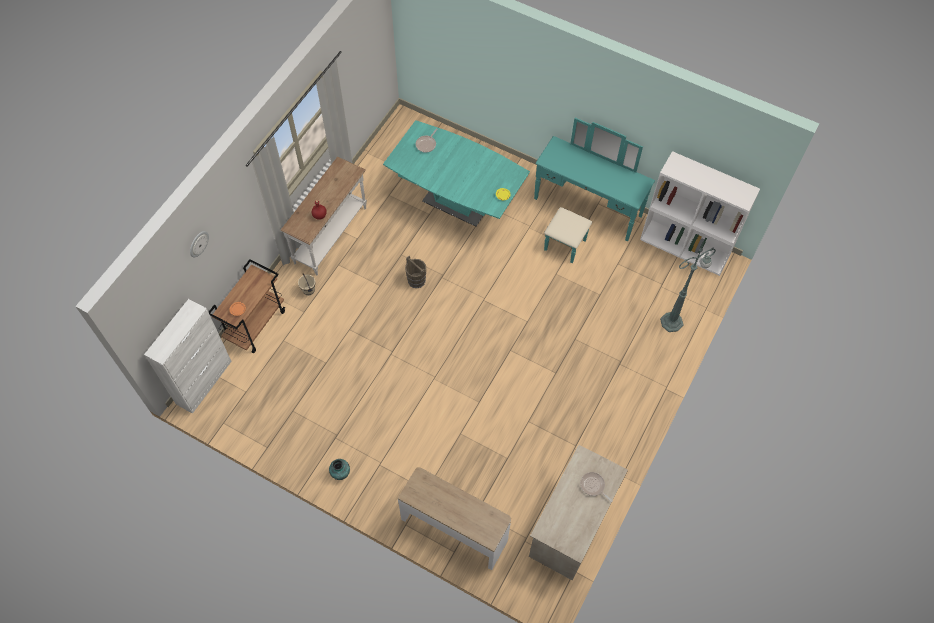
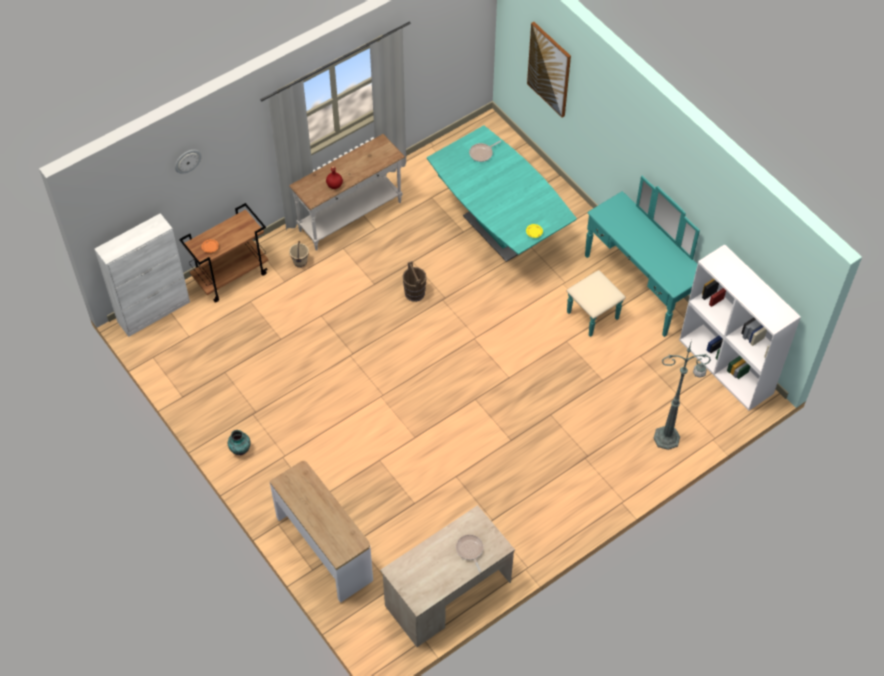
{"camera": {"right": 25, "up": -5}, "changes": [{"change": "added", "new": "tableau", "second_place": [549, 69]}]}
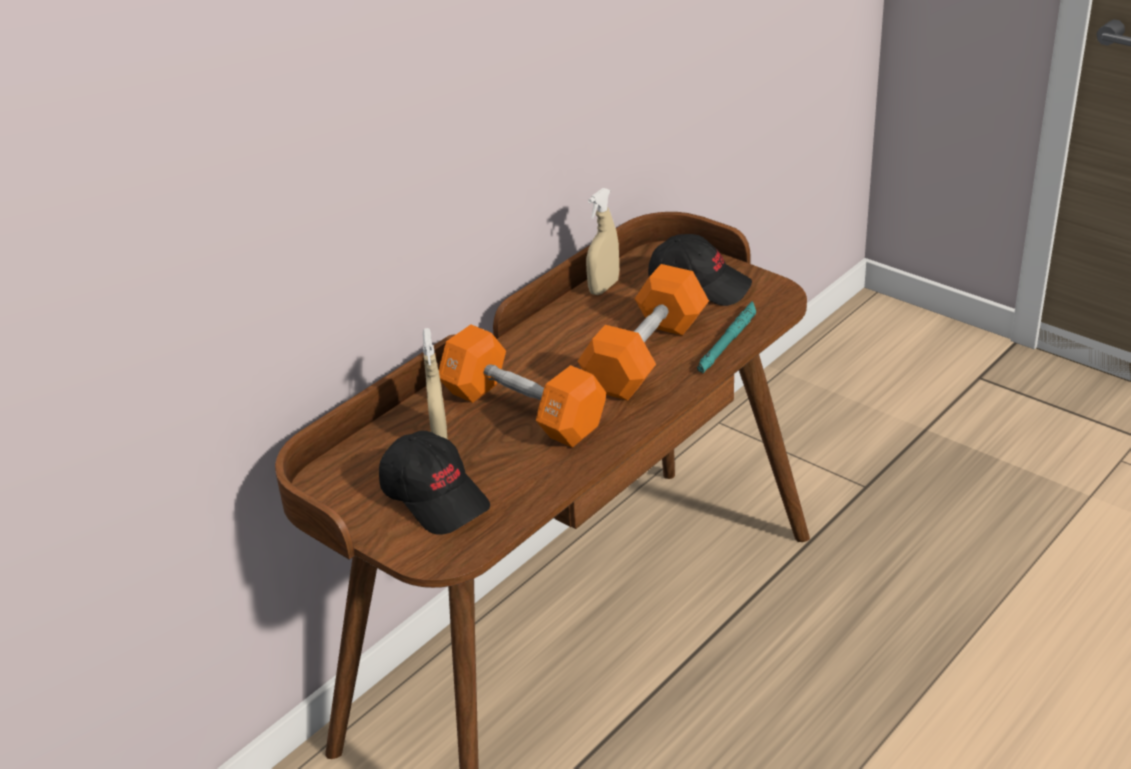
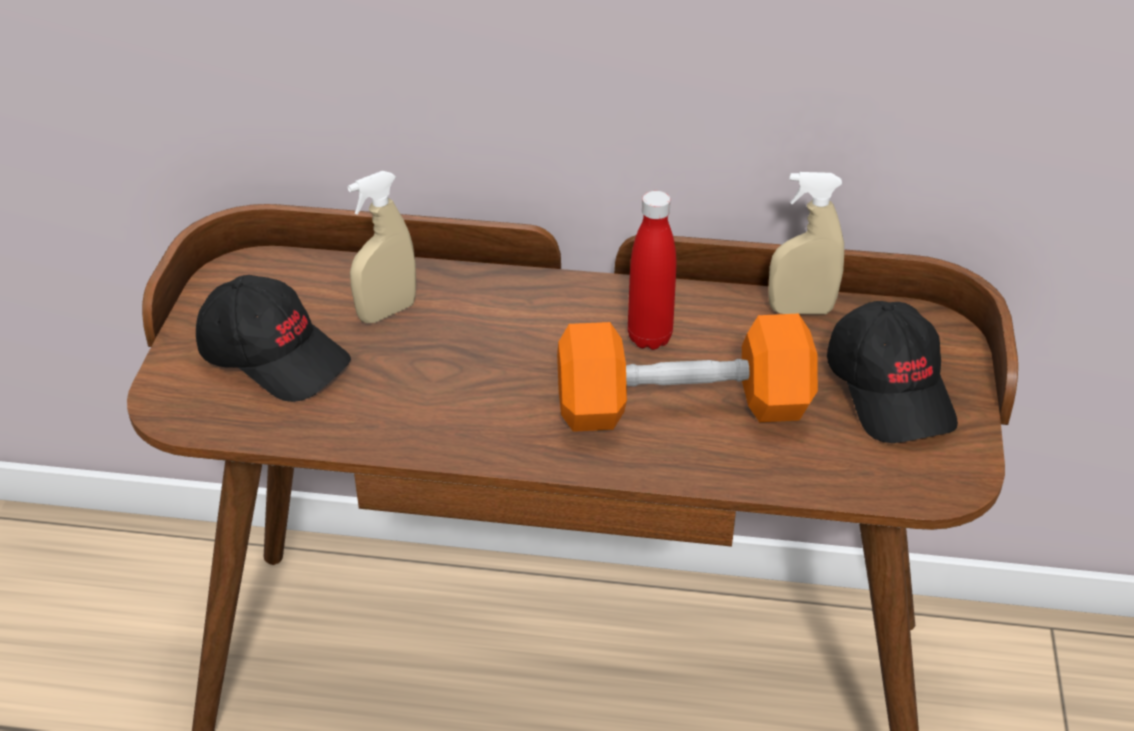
{"camera": {"right": 55, "up": 5}, "changes": [{"change": "turned", "old": "casquette (noir)", "first_place": [435, 497], "second_place": [275, 357], "degrees": -75}, {"change": "added", "new": "bouteille (rouge)", "second_place": [649, 338]}, {"change": "removed", "old": "haltère (orange)", "first_place": [522, 410]}, {"change": "removed", "old": "lampe de poche (turquoise)", "first_place": [728, 341]}]}
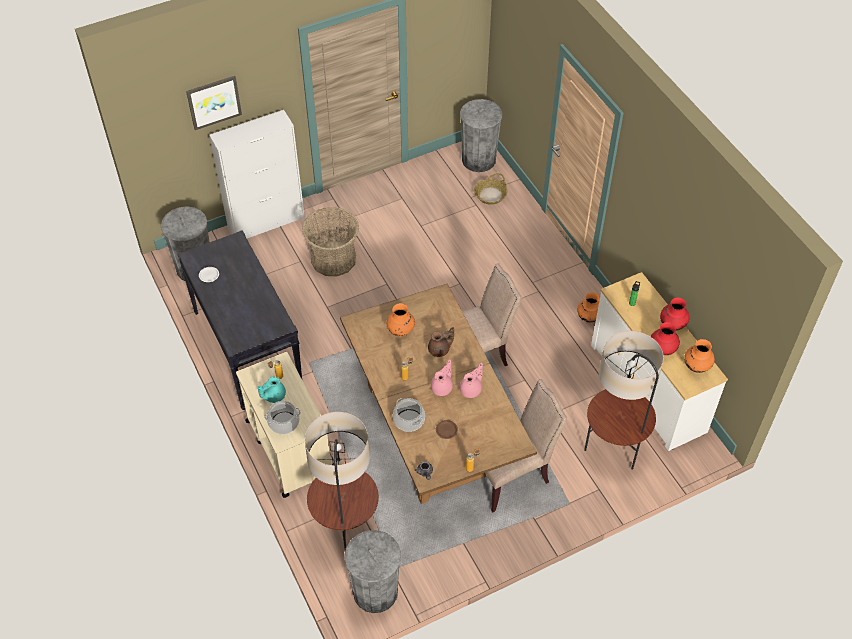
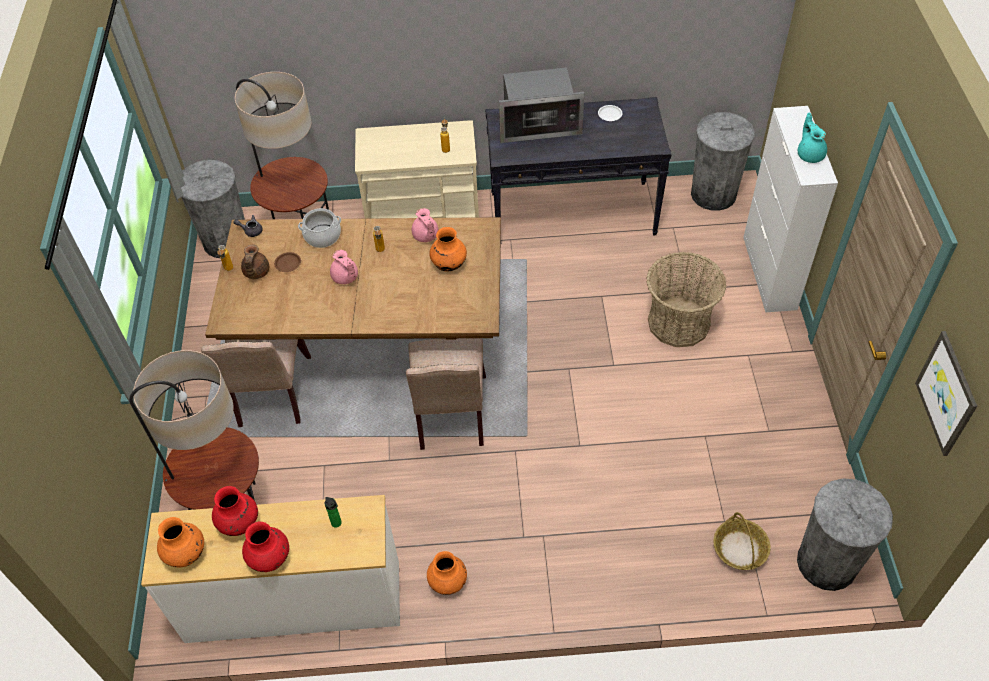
{"camera": {"right": 115, "up": 0}, "changes": [{"change": "moved", "old": "théière (marron)", "first_place": [440, 350], "second_place": [256, 272]}, {"change": "moved", "old": "théière (rose)", "first_place": [471, 389], "second_place": [425, 236]}, {"change": "added", "new": "micro-ondes", "second_place": [538, 124]}, {"change": "moved", "old": "théière (turquoise)", "first_place": [273, 396], "second_place": [810, 154]}, {"change": "moved", "old": "tableau", "first_place": [214, 102], "second_place": [947, 393]}, {"change": "removed", "old": "marmite", "first_place": [284, 423]}]}
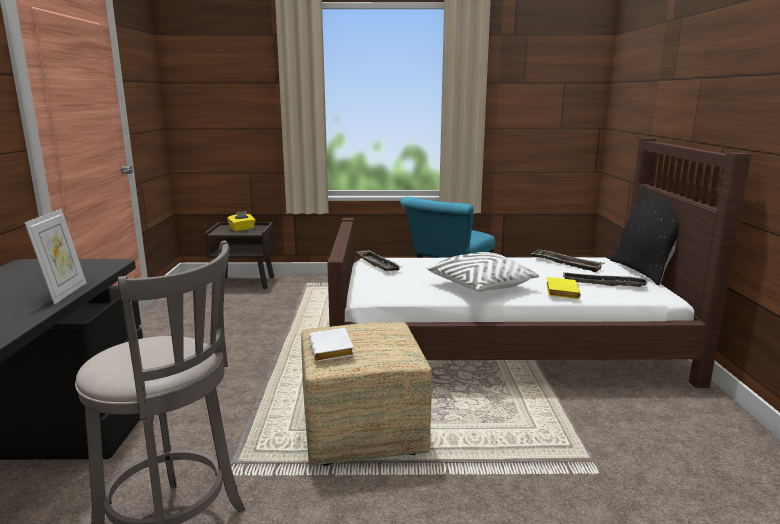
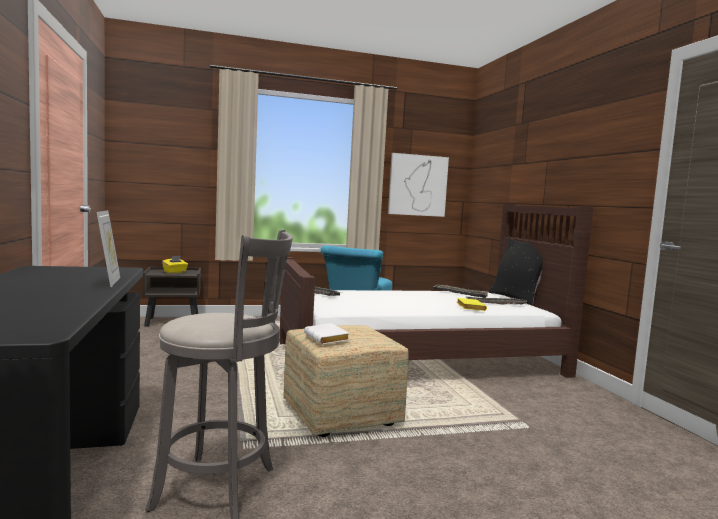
{"camera": {"right": -15, "up": -10}, "changes": [{"change": "added", "new": "tableau", "second_place": [417, 185]}, {"change": "removed", "old": "coussin (blanc)", "first_place": [480, 287]}]}
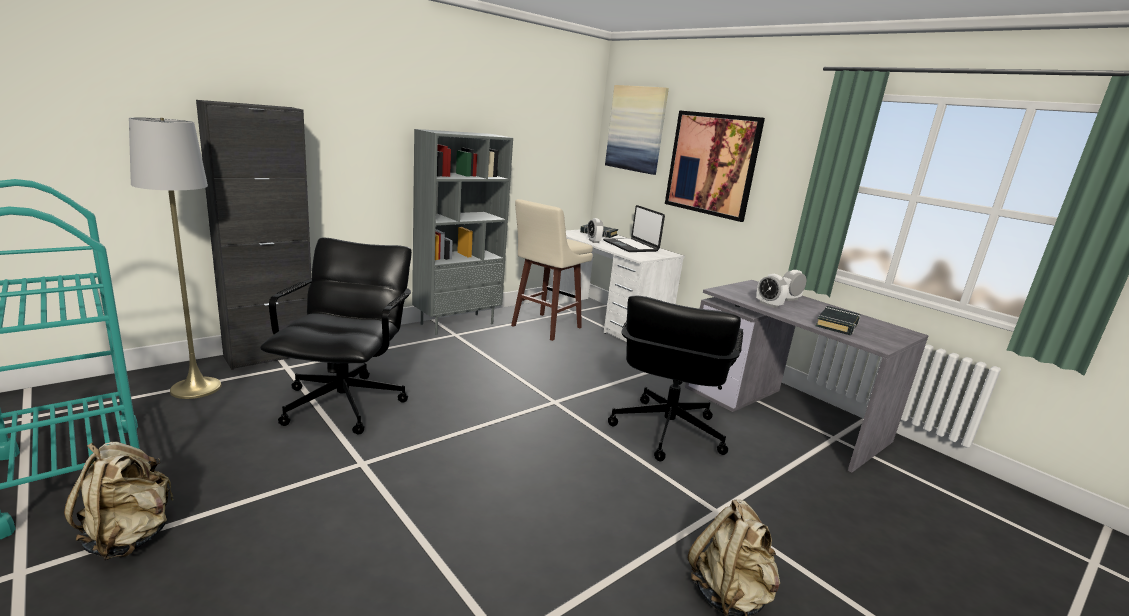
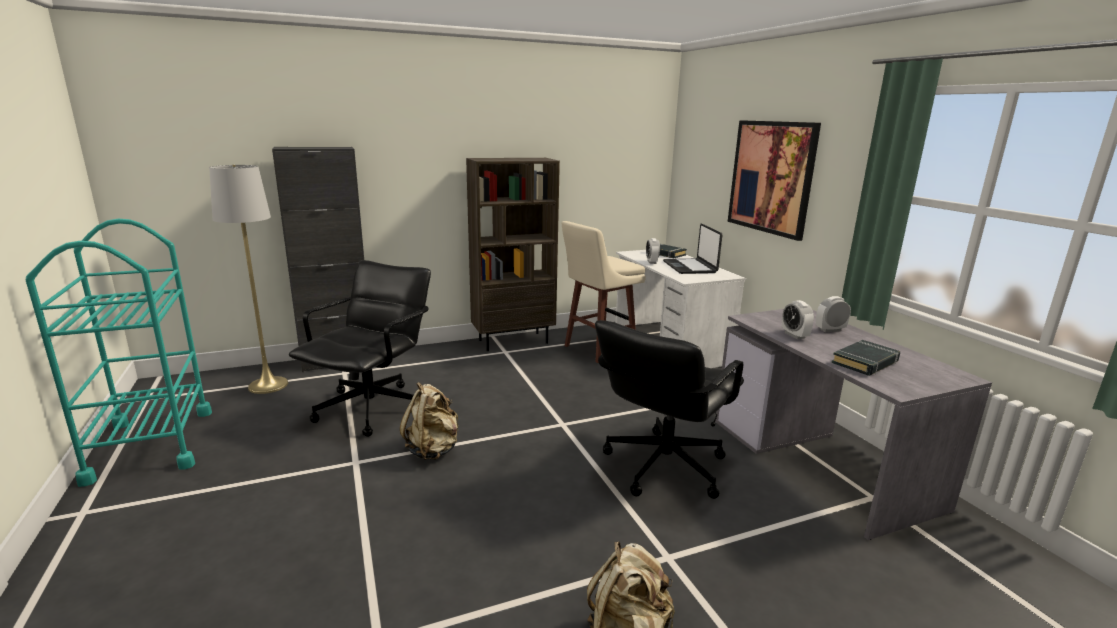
{"camera": {"right": 20, "up": 0}, "changes": [{"change": "moved", "old": "sac à dos (beige)", "first_place": [129, 536], "second_place": [433, 450]}, {"change": "recoloured", "old": "bibliothèque (gris)", "new": "bibliothèque (marron)", "first_place": [457, 323], "second_place": [513, 341]}, {"change": "removed", "old": "tableau", "first_place": [636, 129]}]}
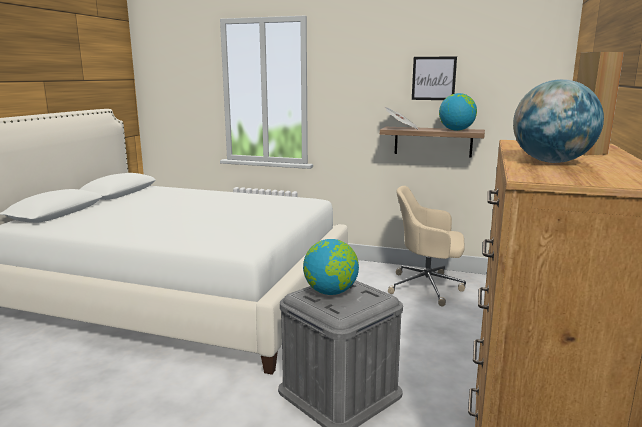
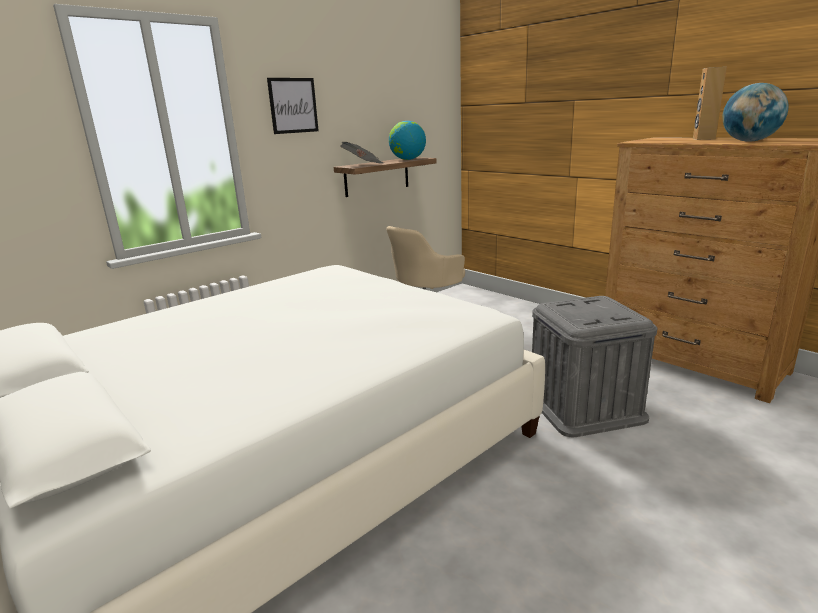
{"camera": {"right": -60, "up": 5}, "changes": [{"change": "moved", "old": "tableau", "first_place": [433, 78], "second_place": [293, 105]}, {"change": "removed", "old": "globe", "first_place": [330, 292]}]}
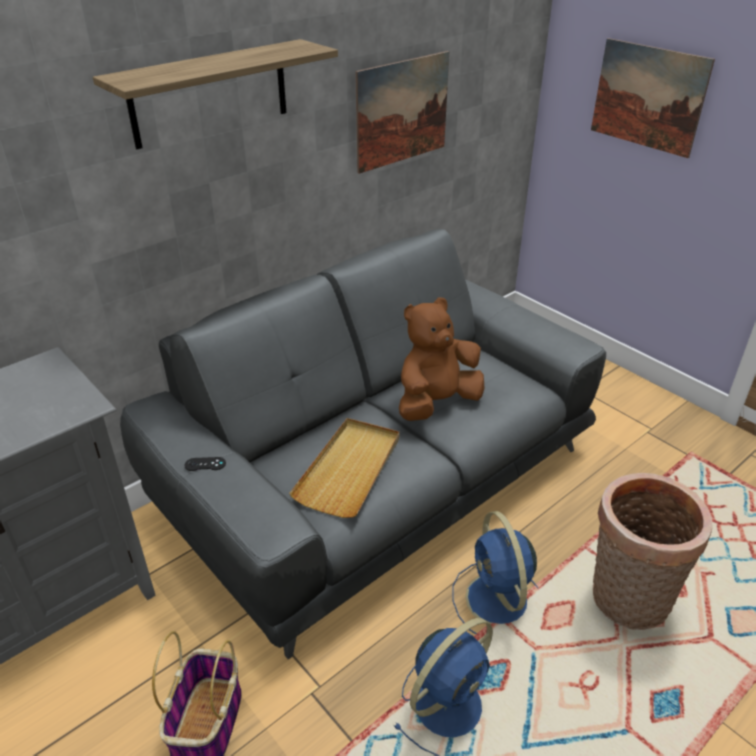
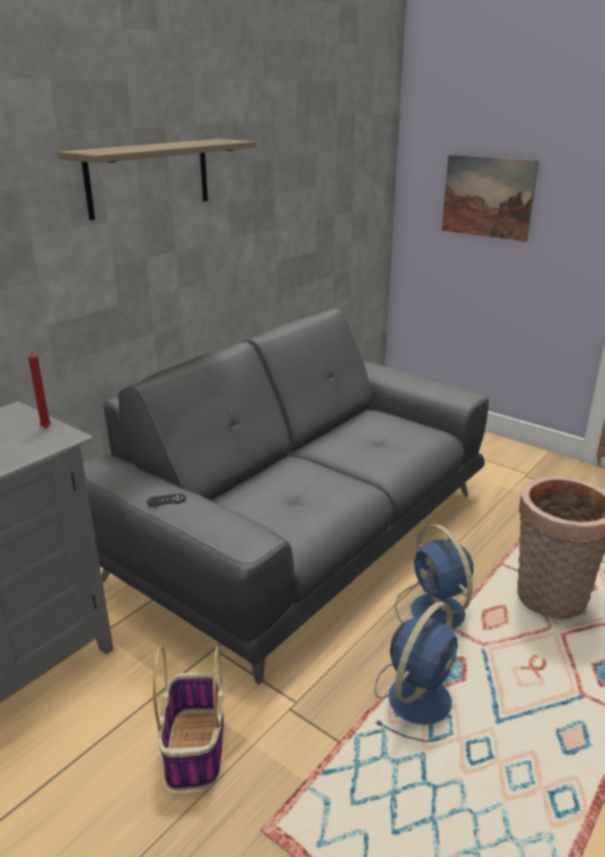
{"camera": {"right": -10, "up": -10}, "changes": [{"change": "added", "new": "bougie (rouge)", "second_place": [46, 427]}, {"change": "removed", "old": "plateau (beige)", "first_place": [350, 469]}, {"change": "removed", "old": "tableau", "first_place": [402, 111]}, {"change": "removed", "old": "peluche (marron)", "first_place": [436, 403]}]}
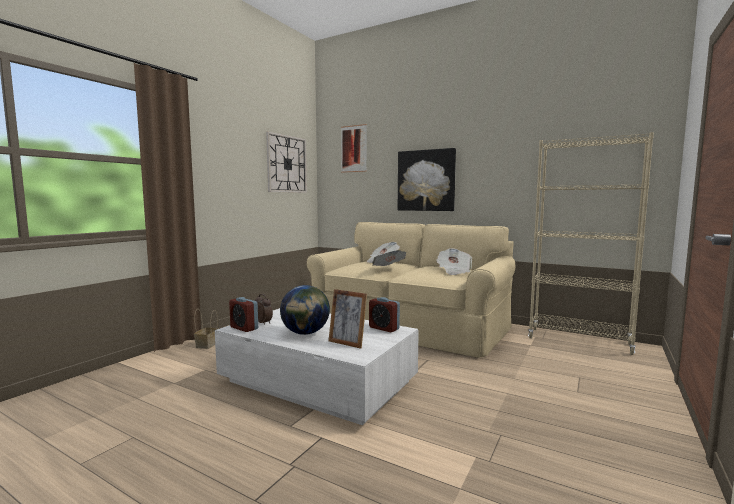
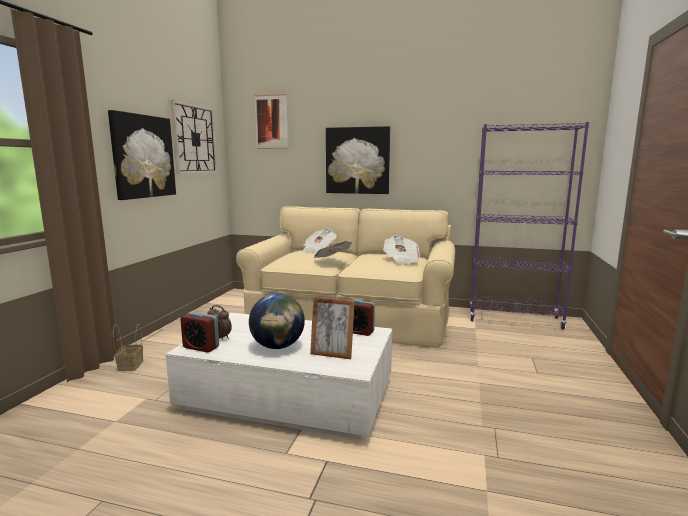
{"camera": {"right": -15, "up": 5}, "changes": [{"change": "added", "new": "tableau", "second_place": [143, 156]}, {"change": "recoloured", "old": "bibliothèque (beige)", "new": "bibliothèque (violet)", "first_place": [579, 341], "second_place": [514, 319]}]}
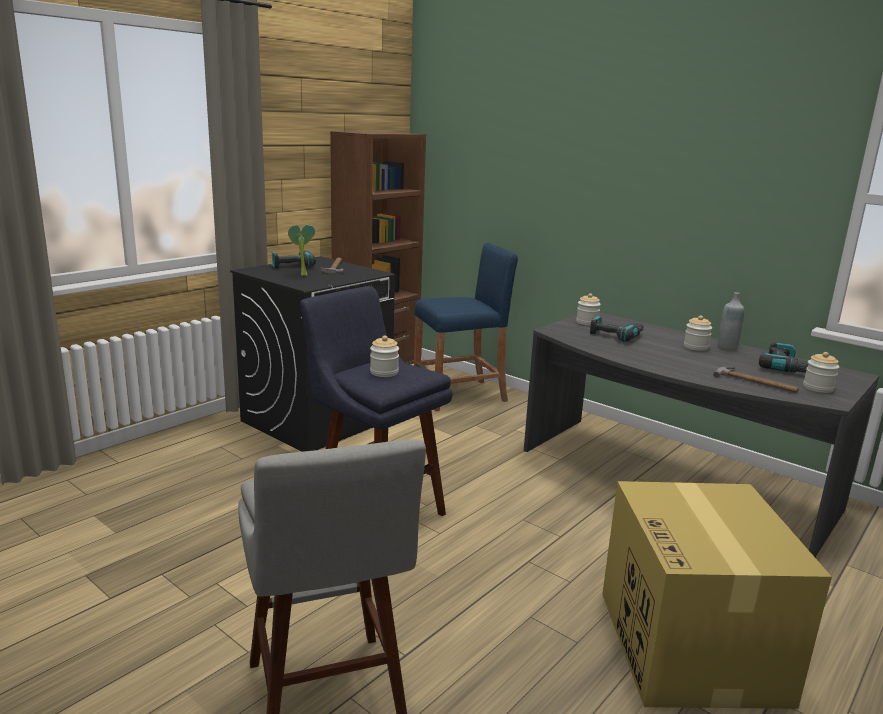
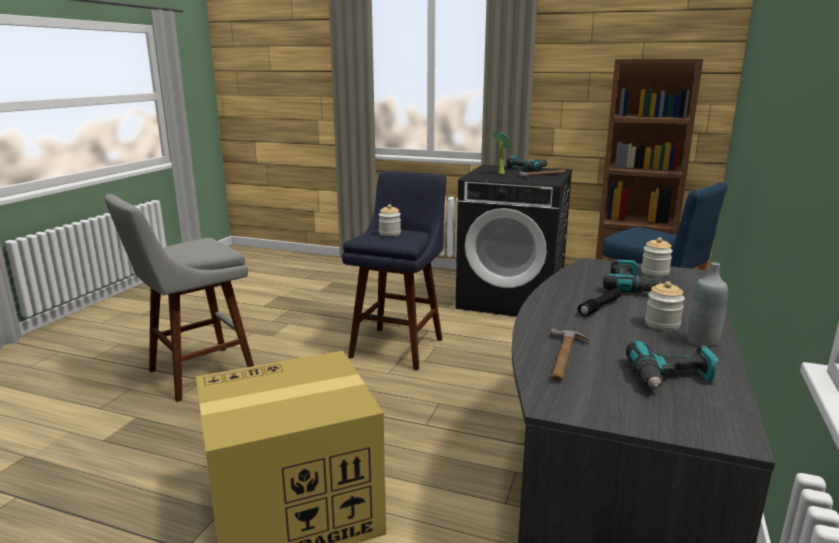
{"camera": {"right": 70, "up": 0}, "changes": [{"change": "added", "new": "lampe de poche (noir)", "second_place": [600, 307]}, {"change": "removed", "old": "bocal", "first_place": [818, 388]}]}
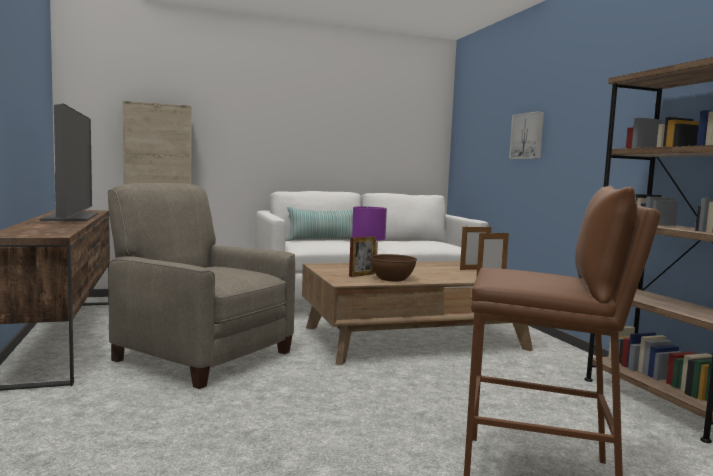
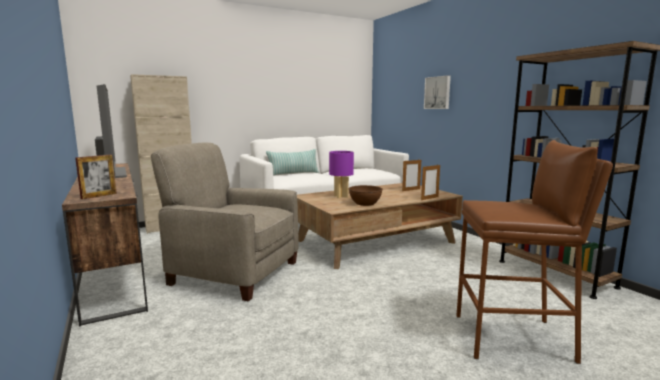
{"camera": {"right": -10, "up": 5}, "changes": [{"change": "moved", "old": "cadre photo", "first_place": [361, 275], "second_place": [99, 196]}]}
